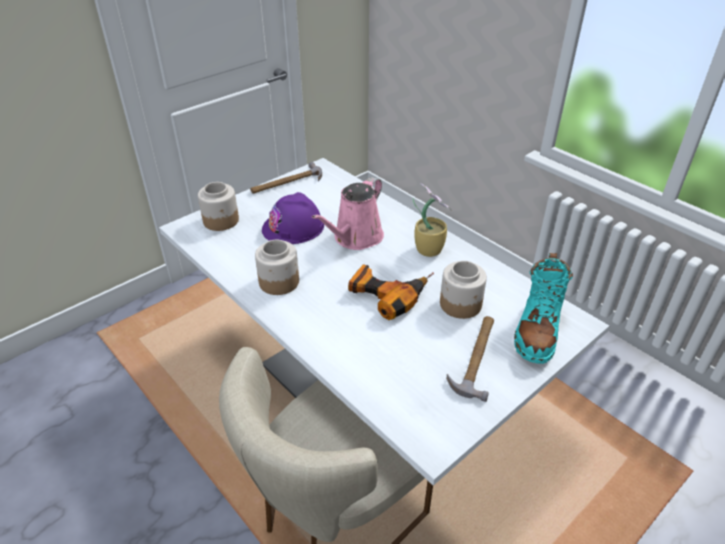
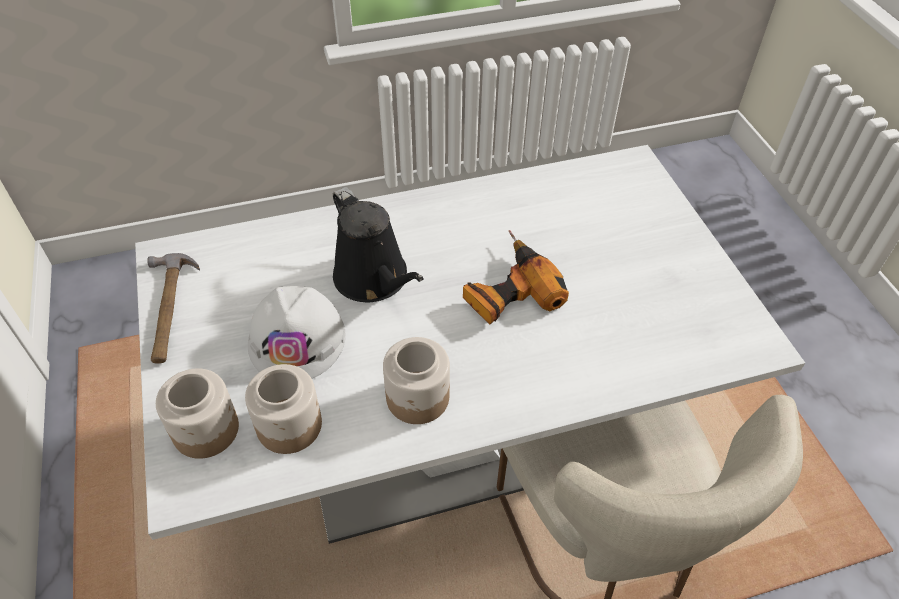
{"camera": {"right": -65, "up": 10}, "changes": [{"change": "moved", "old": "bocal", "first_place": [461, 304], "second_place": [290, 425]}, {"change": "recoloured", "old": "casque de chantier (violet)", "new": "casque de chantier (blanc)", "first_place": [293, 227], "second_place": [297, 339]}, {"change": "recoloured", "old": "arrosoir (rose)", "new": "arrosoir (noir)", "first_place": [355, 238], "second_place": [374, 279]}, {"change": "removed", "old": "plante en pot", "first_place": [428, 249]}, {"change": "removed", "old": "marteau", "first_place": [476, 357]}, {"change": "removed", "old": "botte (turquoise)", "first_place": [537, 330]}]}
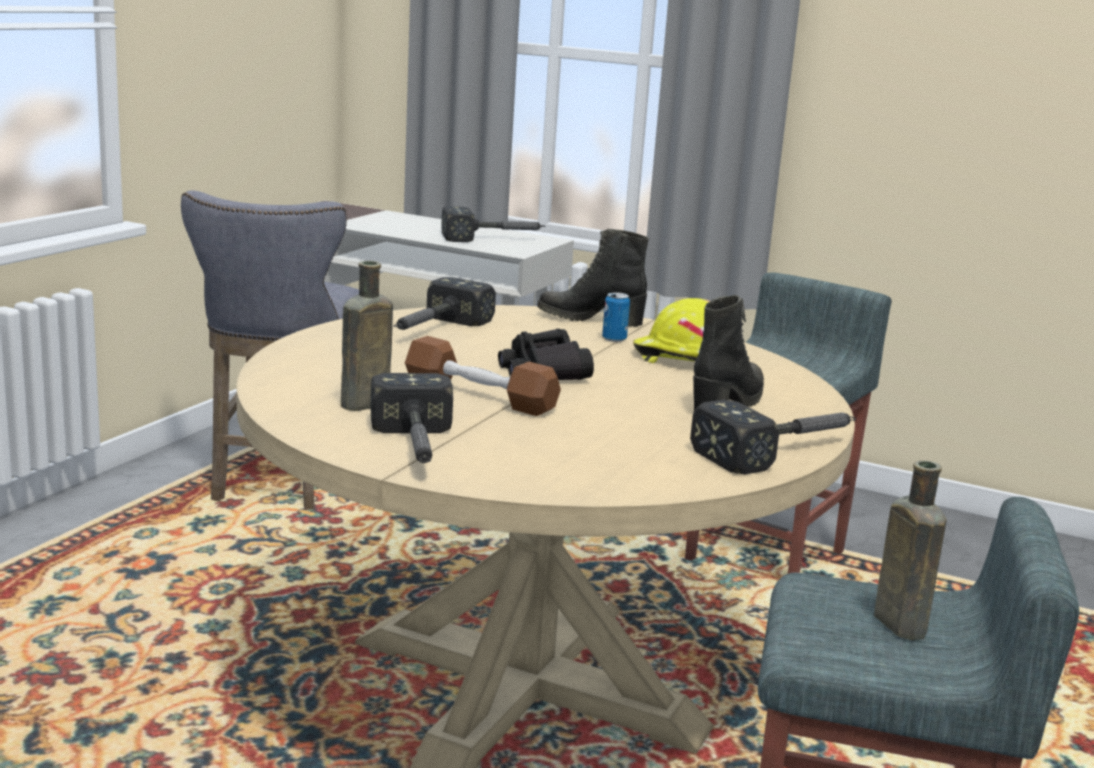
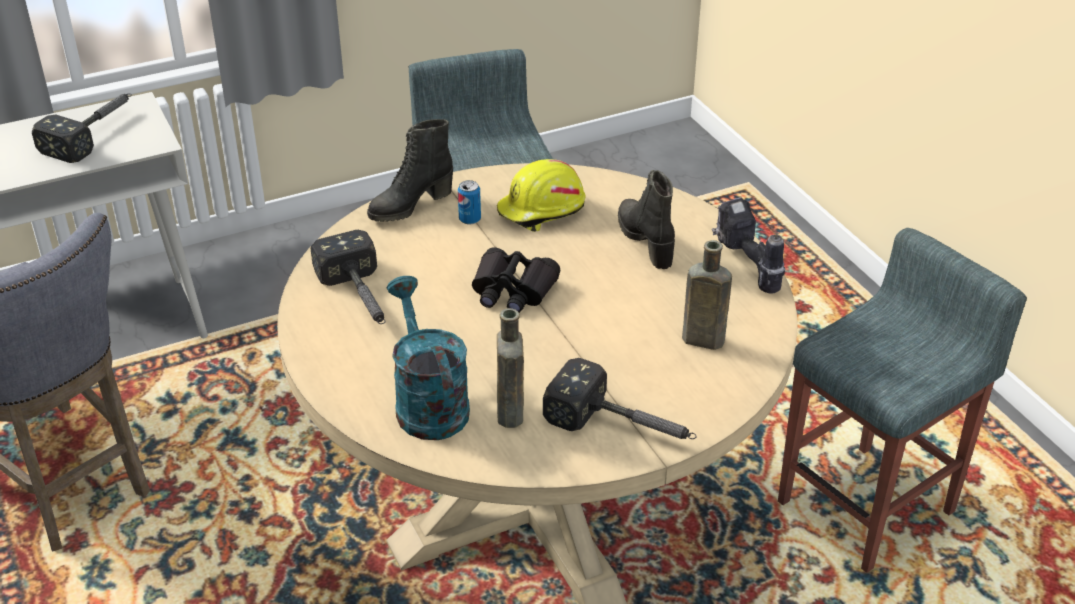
{"camera": {"right": -50, "up": 20}, "changes": [{"change": "added", "new": "arrosoir (turquoise)", "second_place": [427, 403]}, {"change": "moved", "old": "bouteille (marron)", "first_place": [897, 622], "second_place": [700, 339]}, {"change": "replaced", "old": "marteau", "new": "perceuse", "first_place": [783, 451], "second_place": [745, 266]}, {"change": "removed", "old": "haltère (marron)", "first_place": [479, 395]}]}
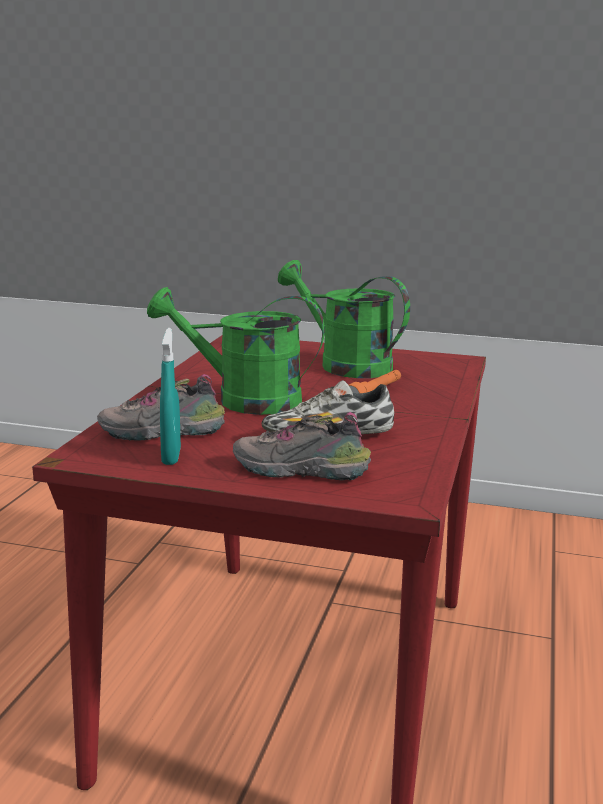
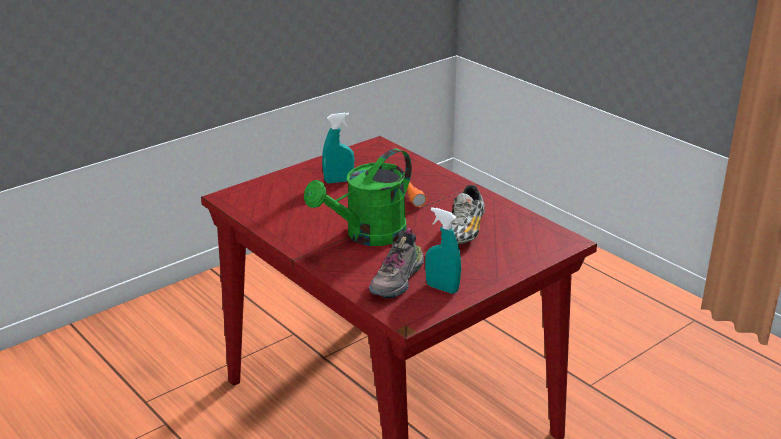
{"camera": {"right": -55, "up": 10}, "changes": [{"change": "replaced", "old": "arrosoir (vert)", "new": "vaporisateur (turquoise)", "first_place": [344, 364], "second_place": [338, 181]}, {"change": "removed", "old": "chaussure", "first_place": [299, 471]}]}
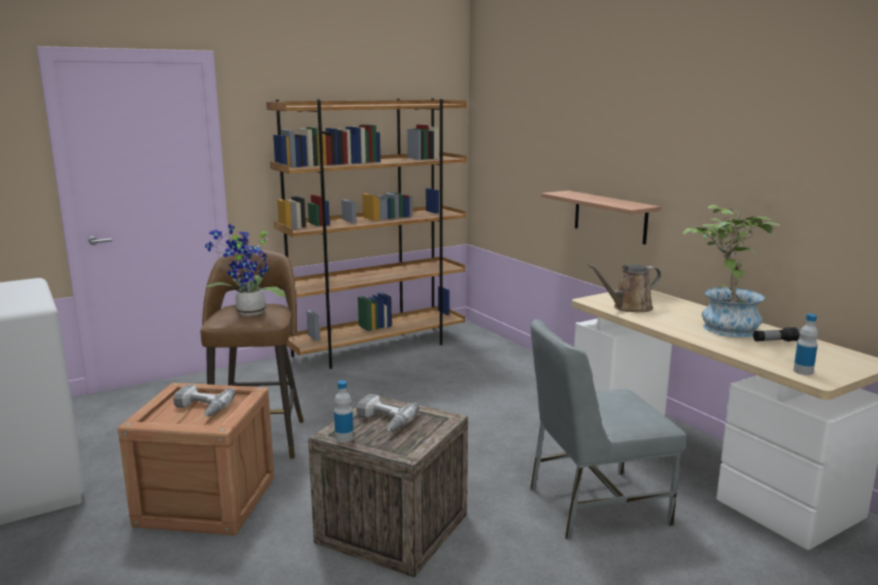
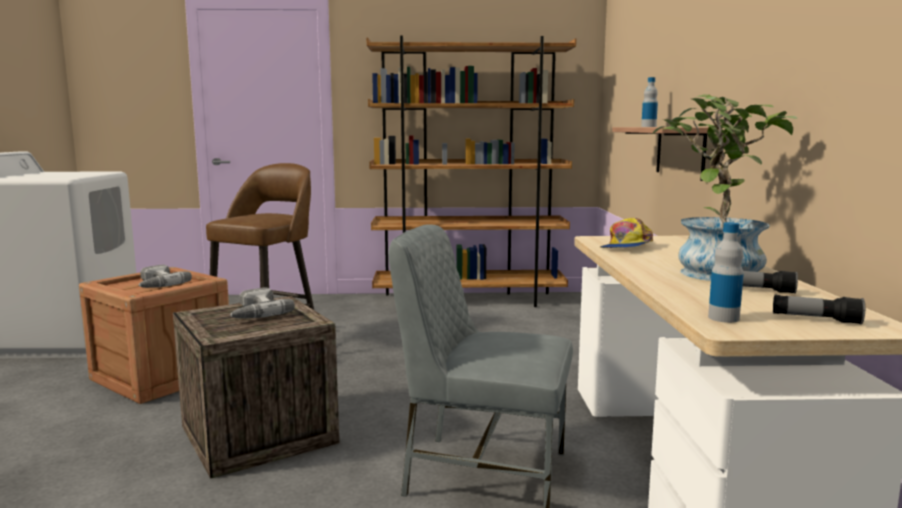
{"camera": {"right": 30, "up": -5}, "changes": [{"change": "replaced", "old": "arrosoir (marron)", "new": "casquette", "first_place": [629, 308], "second_place": [626, 247]}, {"change": "moved", "old": "bouteille", "first_place": [344, 437], "second_place": [648, 126]}, {"change": "added", "new": "lampe de poche", "second_place": [815, 319]}, {"change": "removed", "old": "plante en pot", "first_place": [248, 313]}]}
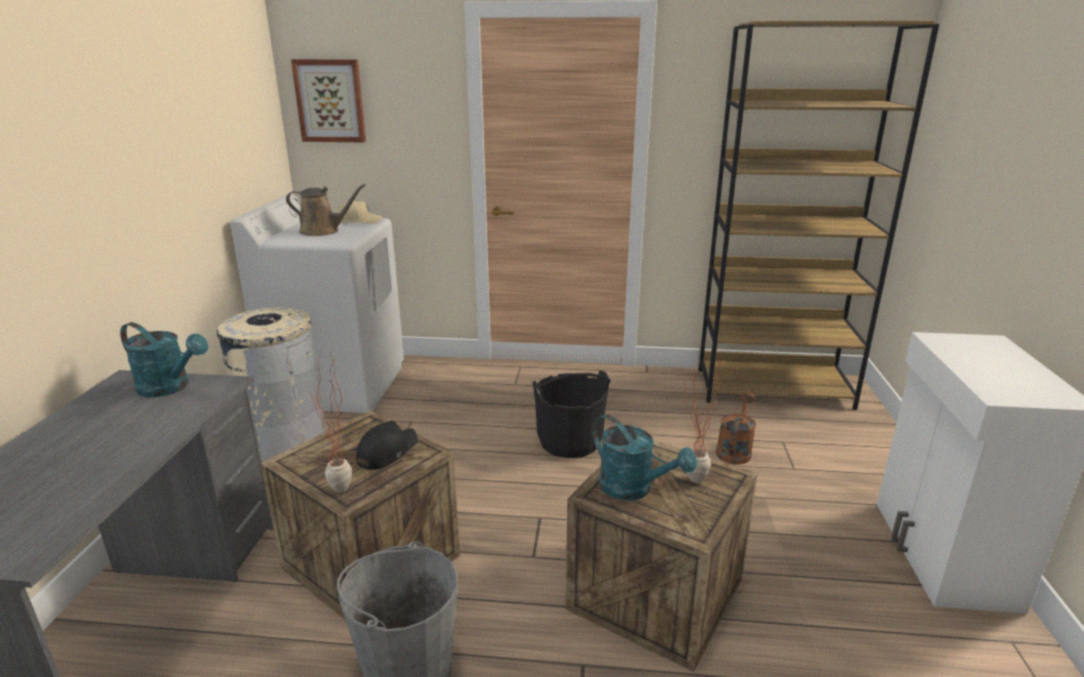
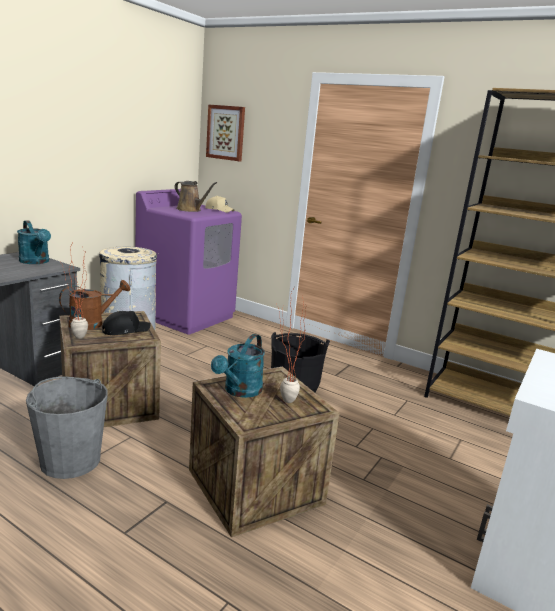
{"camera": {"right": 25, "up": -5}, "changes": [{"change": "moved", "old": "arrosoir (marron)", "first_place": [734, 450], "second_place": [92, 323]}, {"change": "recoloured", "old": "lave-linge (blanc)", "new": "lave-linge (violet)", "first_place": [338, 385], "second_place": [186, 316]}, {"change": "turned", "old": "arrosoir (turquoise)", "first_place": [634, 489], "second_place": [240, 391], "degrees": 45}]}
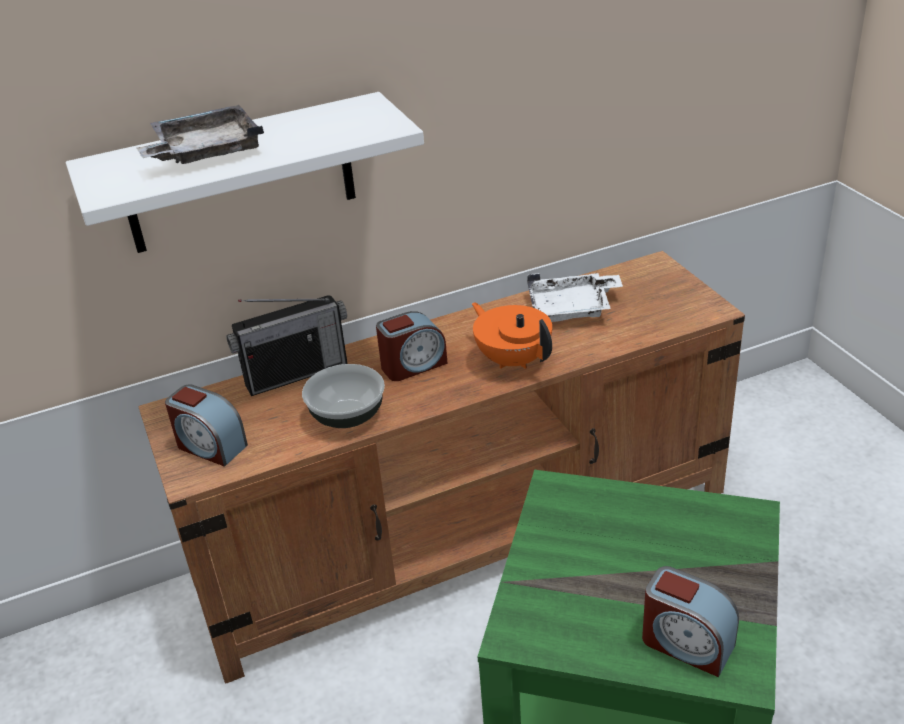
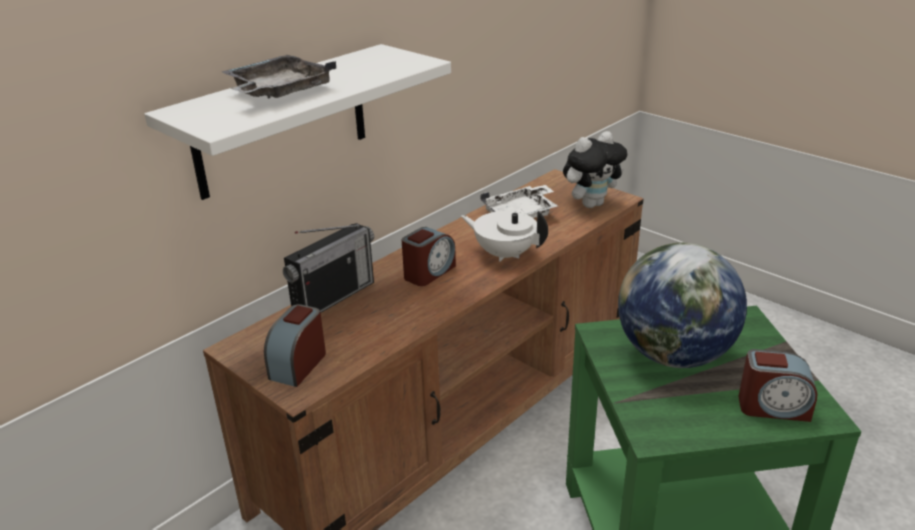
{"camera": {"right": -25, "up": -5}, "changes": [{"change": "turned", "old": "réveil", "first_place": [210, 446], "second_place": [298, 365], "degrees": 105}, {"change": "recoloured", "old": "théière (orange)", "new": "théière (blanc)", "first_place": [513, 359], "second_place": [504, 254]}, {"change": "added", "new": "peluche", "second_place": [591, 204]}, {"change": "added", "new": "globe", "second_place": [673, 355]}, {"change": "removed", "old": "bol", "first_place": [346, 415]}]}
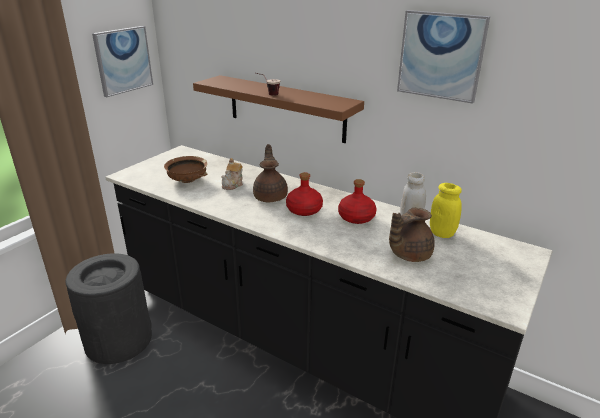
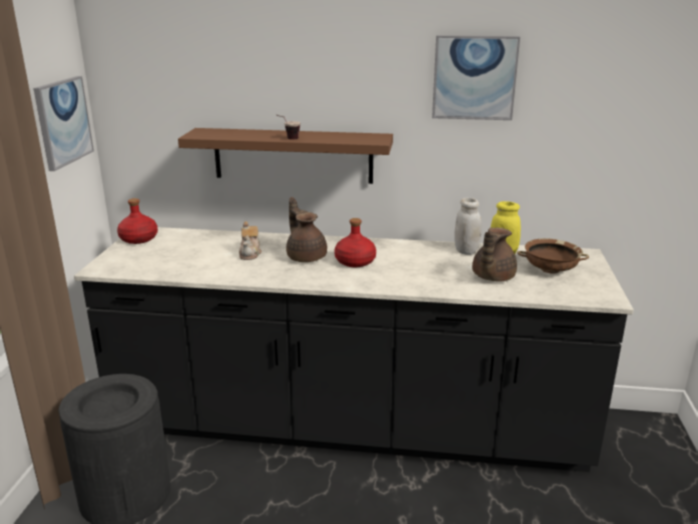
{"camera": {"right": -25, "up": -5}, "changes": [{"change": "moved", "old": "bouteille (rouge)", "first_place": [356, 217], "second_place": [138, 239]}, {"change": "moved", "old": "bol (marron)", "first_place": [188, 180], "second_place": [551, 269]}]}
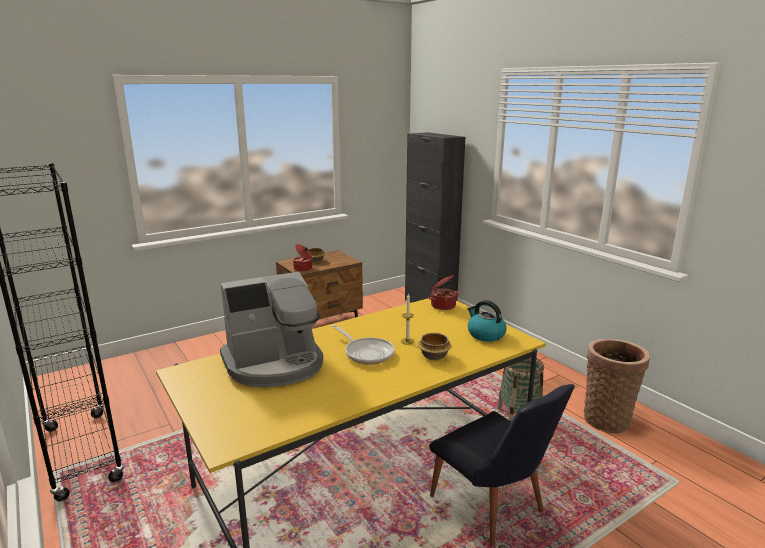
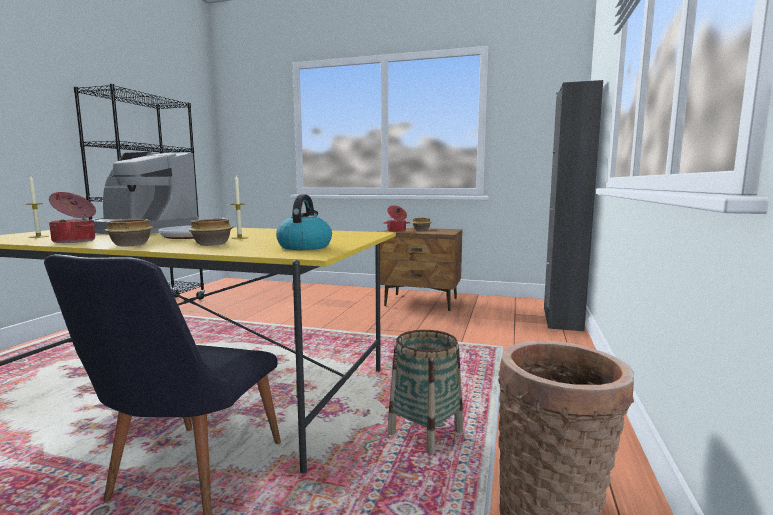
{"camera": {"right": 50, "up": -10}, "changes": [{"change": "added", "new": "bougie", "second_place": [38, 236]}, {"change": "moved", "old": "marmite", "first_place": [442, 305], "second_place": [75, 241]}, {"change": "added", "new": "bol", "second_place": [132, 244]}]}
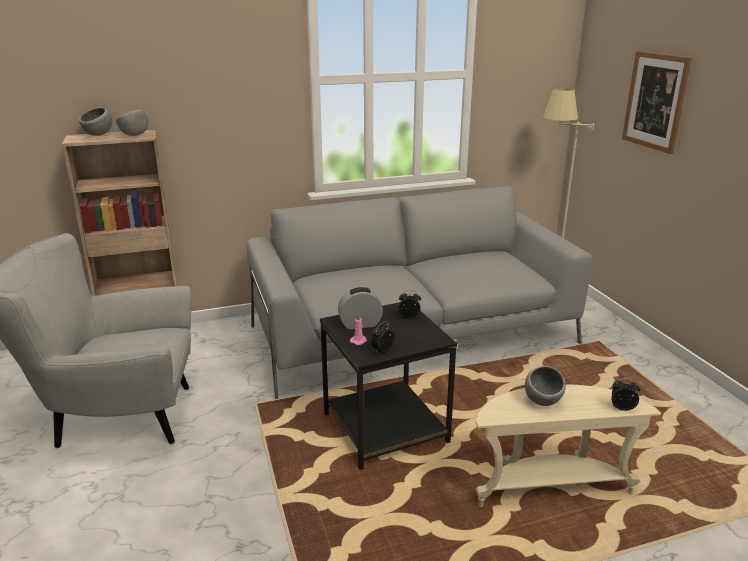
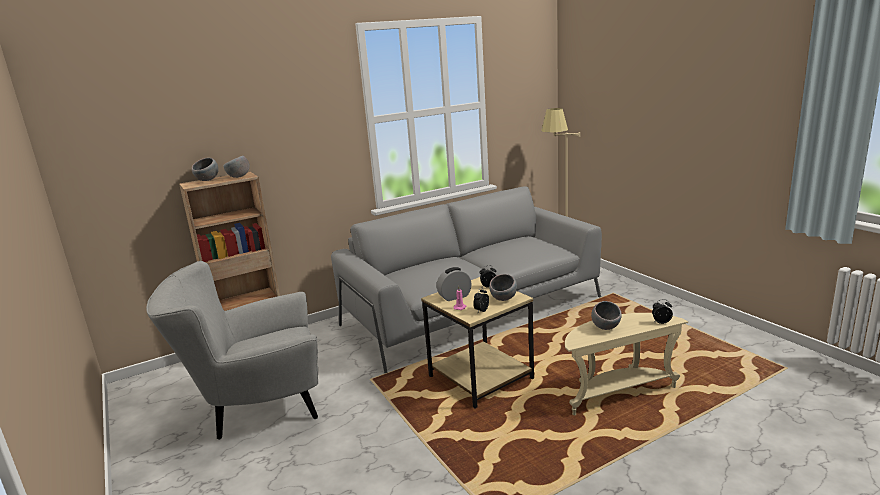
{"camera": {"right": -10, "up": -5}, "changes": [{"change": "recoloured", "old": "table d'appoint (noir)", "new": "table d'appoint (beige)", "first_place": [384, 429], "second_place": [480, 379]}, {"change": "added", "new": "bol (gris)", "second_place": [504, 299]}, {"change": "removed", "old": "tableau", "first_place": [655, 101]}]}
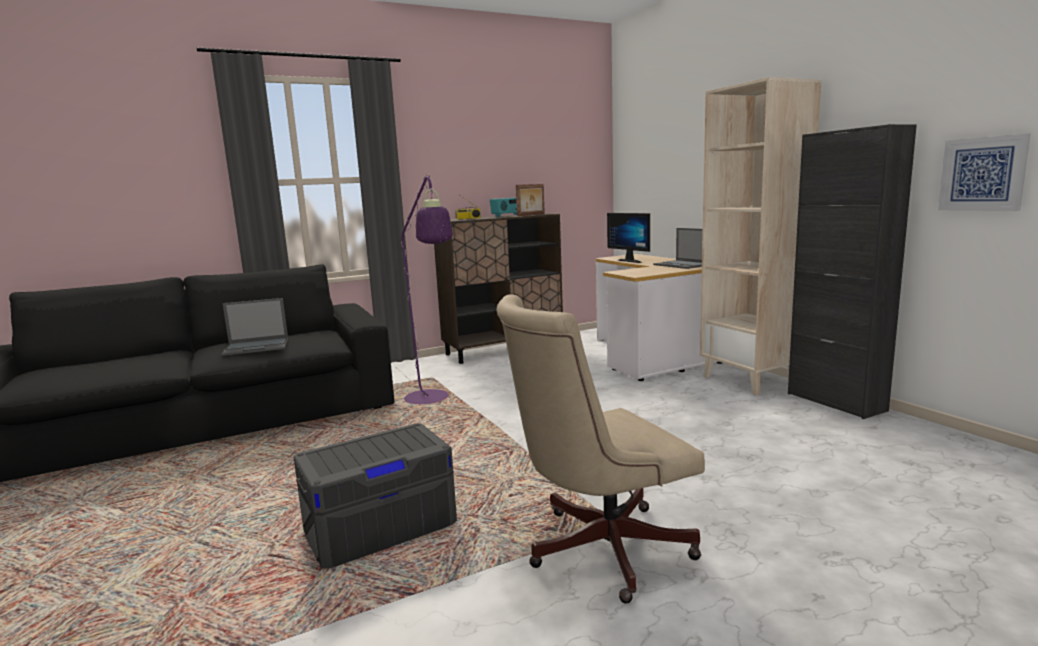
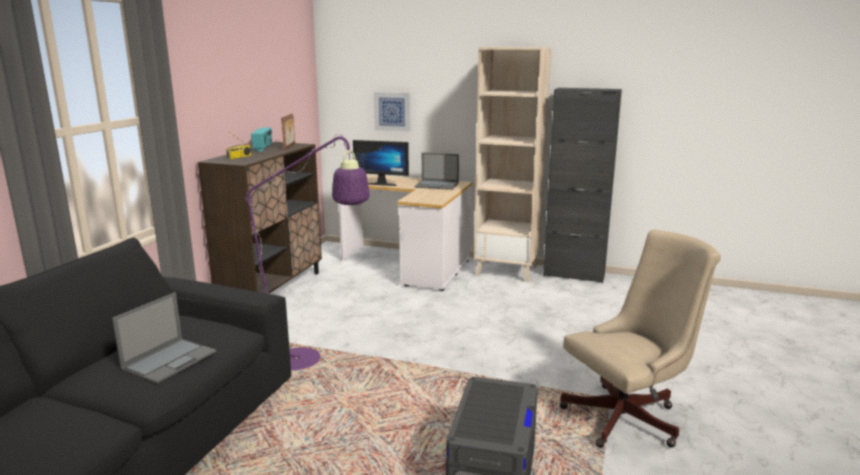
{"camera": {"right": -45, "up": 5}, "changes": [{"change": "moved", "old": "tableau", "first_place": [983, 174], "second_place": [392, 111]}, {"change": "turned", "old": "chaise de bureau (beige)", "first_place": [598, 549], "second_place": [628, 417], "degrees": -135}]}
